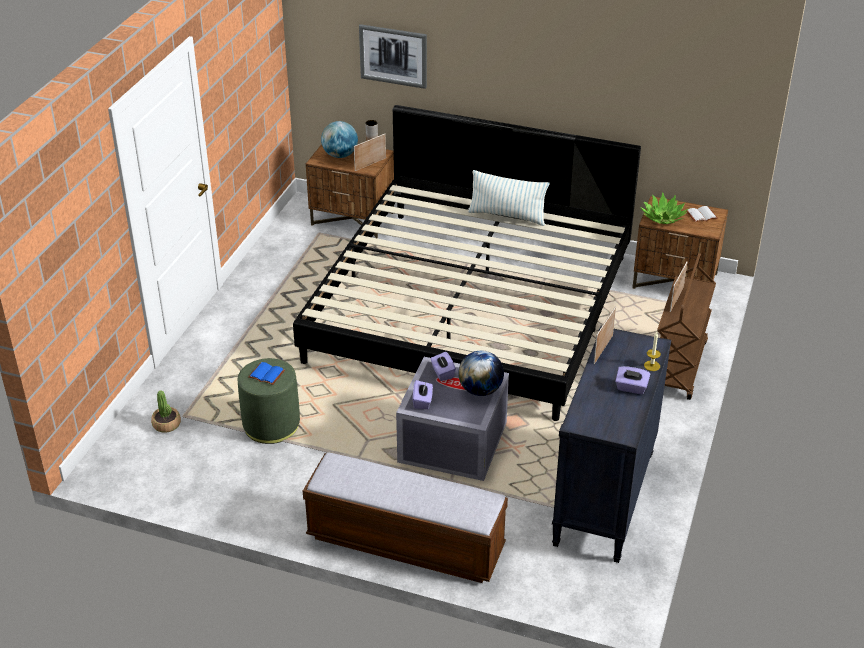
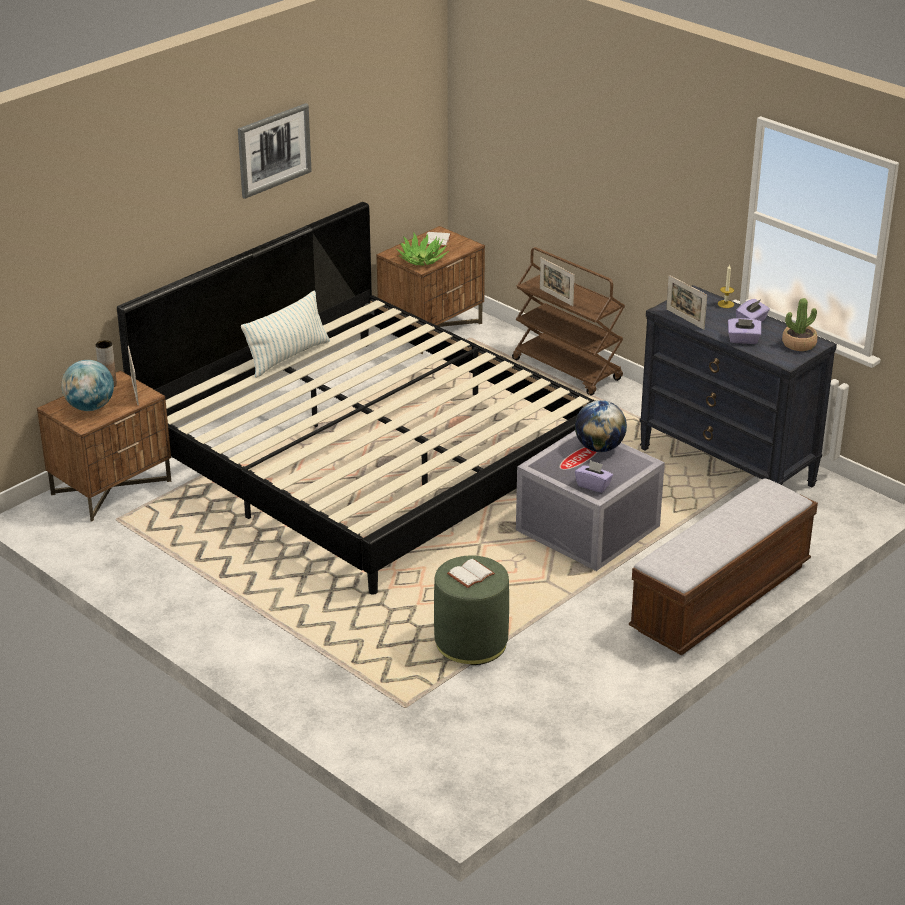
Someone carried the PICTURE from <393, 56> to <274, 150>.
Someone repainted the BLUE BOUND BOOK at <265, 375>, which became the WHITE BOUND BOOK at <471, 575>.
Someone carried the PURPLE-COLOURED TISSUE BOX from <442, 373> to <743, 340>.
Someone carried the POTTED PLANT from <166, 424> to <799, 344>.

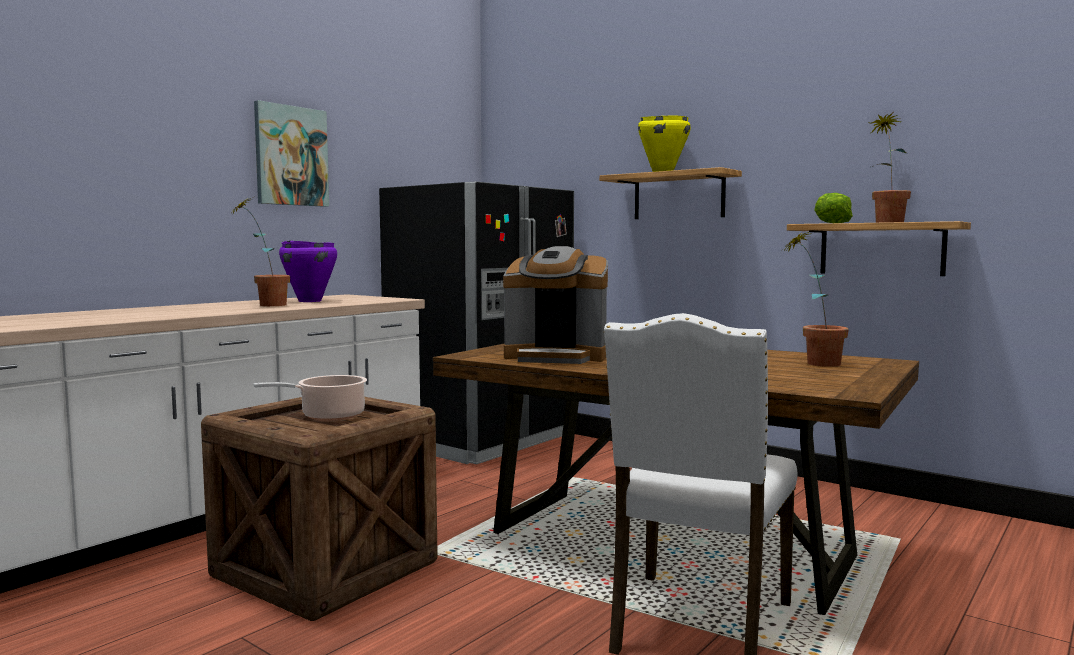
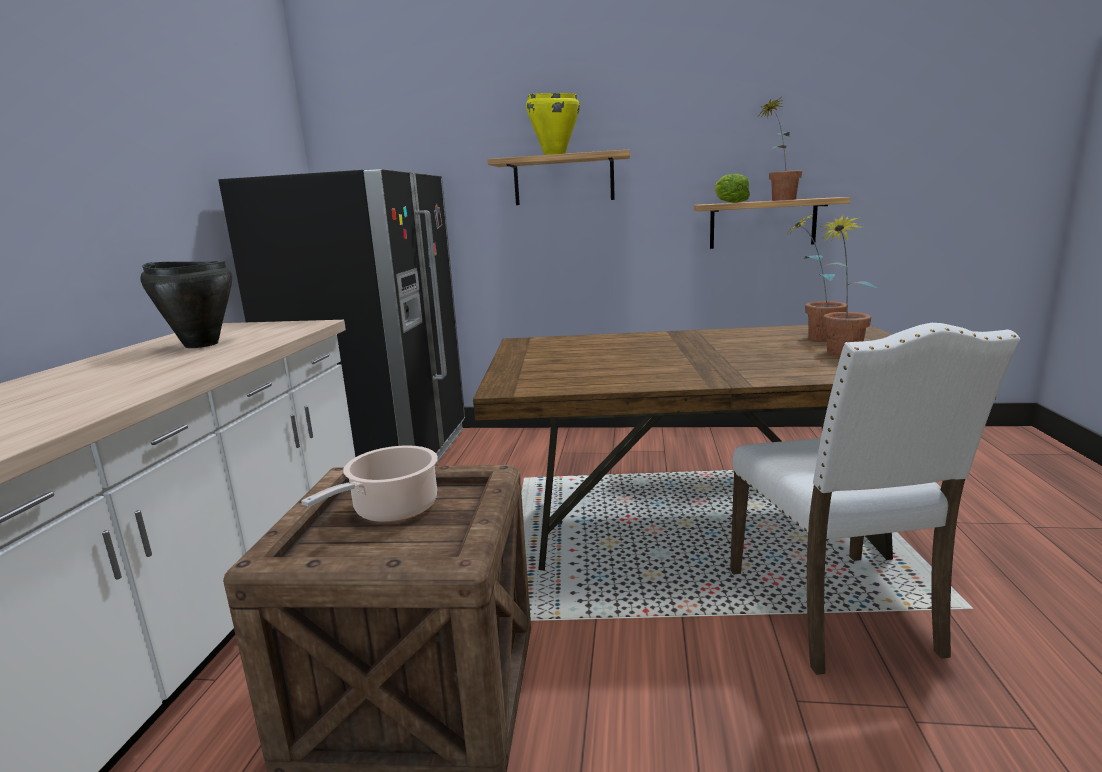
Someone repainted the PURPLE-COLOURED STOCKPOT at <310, 301>, which became the BLACKISH STOCKPOT at <201, 344>.
Someone carried the POTTED PLANT from <264, 305> to <839, 354>.
Someone took away the PICTURE at <291, 156>.
Someone took away the COFFEE MAKER at <557, 357>.

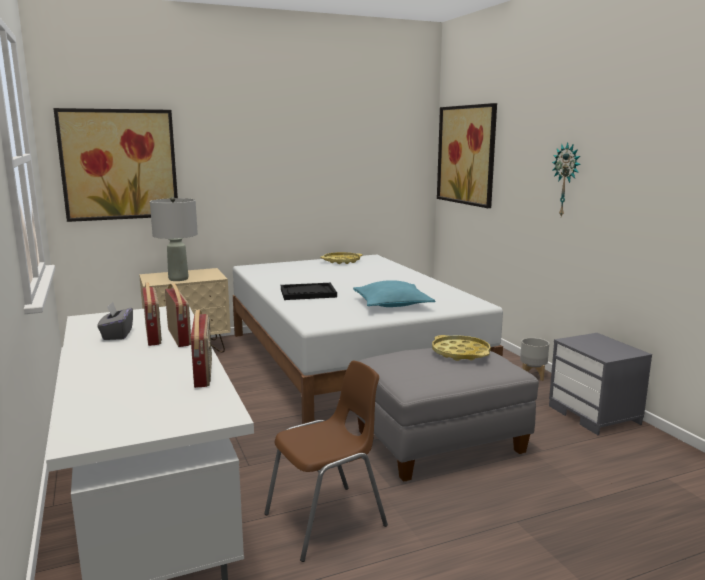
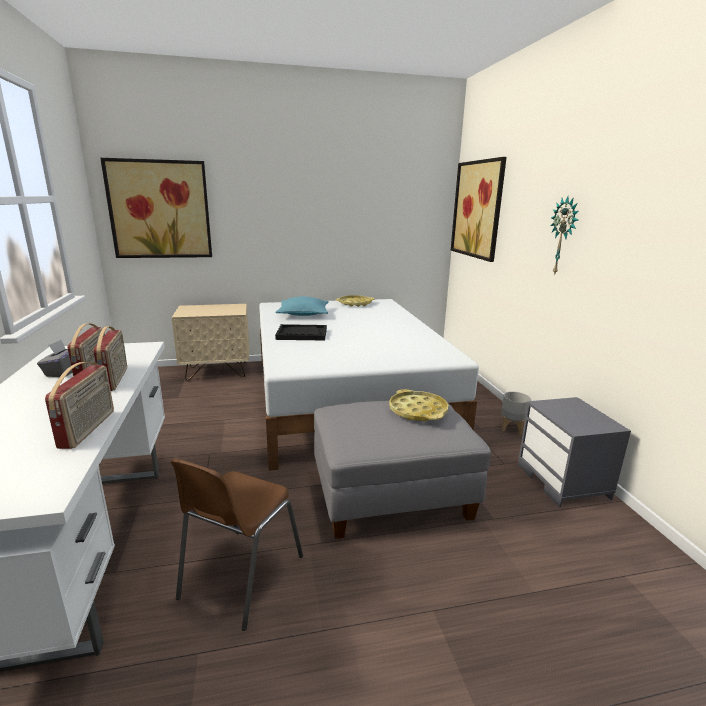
Someone rotated the BROWN-COLOURED PLAIN CHAIR at <327, 521> by 135 degrees clockwise.
Someone carried the TURQUOISE-COLOURED PILLOW from <392, 304> to <303, 314>.
Someone took away the GREY TABLETOP LAMP at <179, 279>.

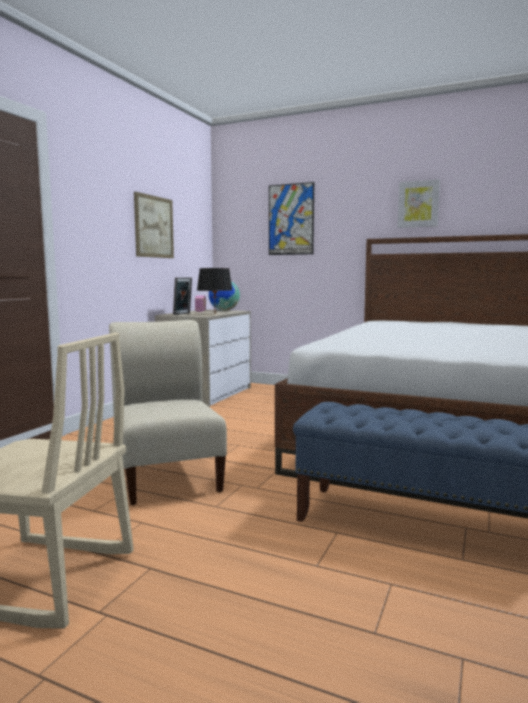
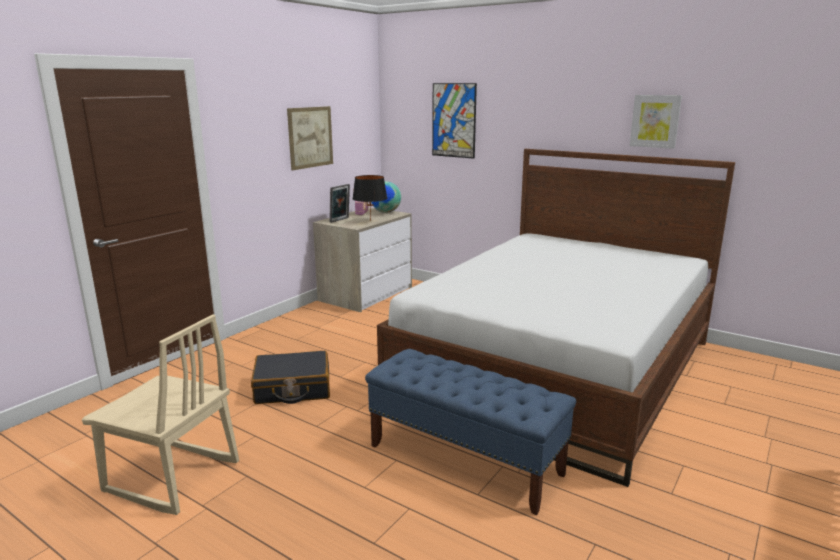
Someone swapped the SAND-COLOURED PLAIN CHAIR at <167, 473> for the BLACKISH TRAVEL CASE at <292, 388>.
Someone carried the PICTURE from <418, 204> to <655, 121>.

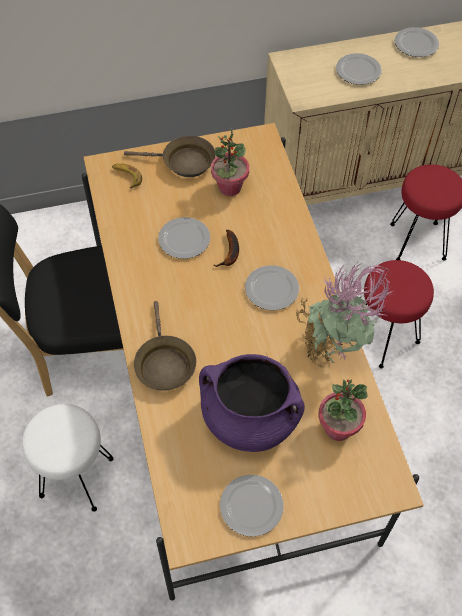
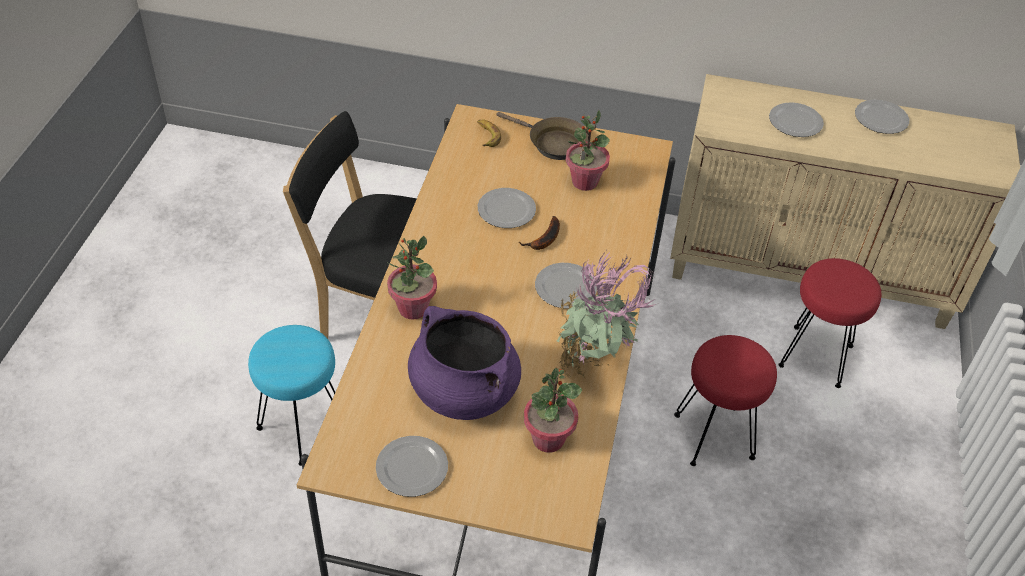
Someone repainted the WHITE STOOL SEAT at <76, 478>, which became the TURQUOISE-COLOURED STOOL SEAT at <302, 428>.
Someone swapped the BROWN-COLOURED SKILLET at <164, 363> for the POTTED PLANT at <412, 308>.

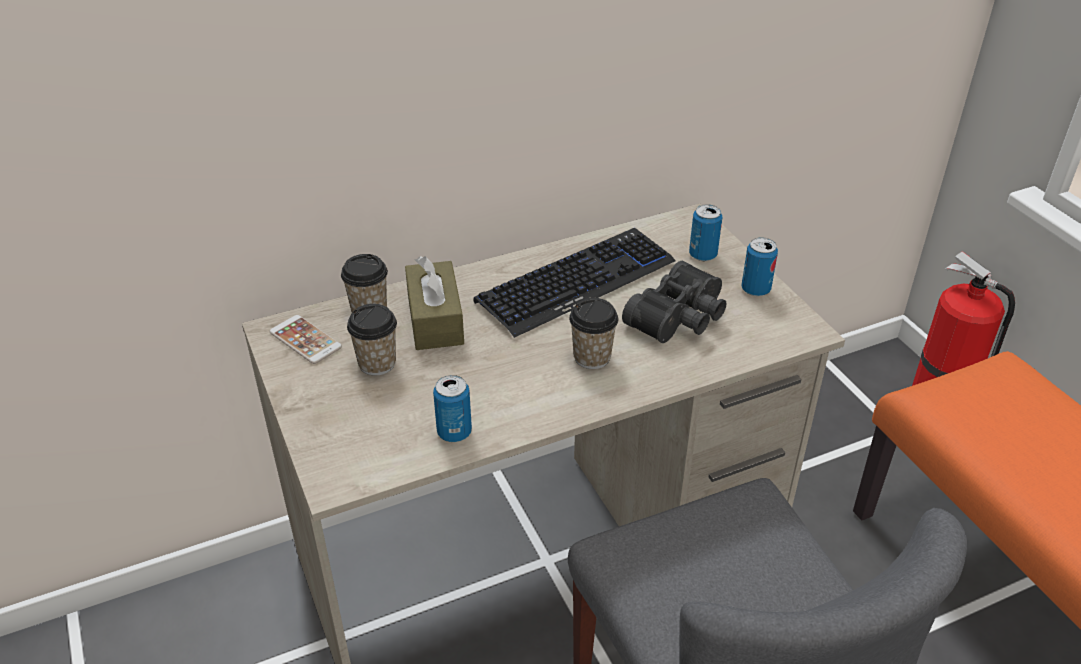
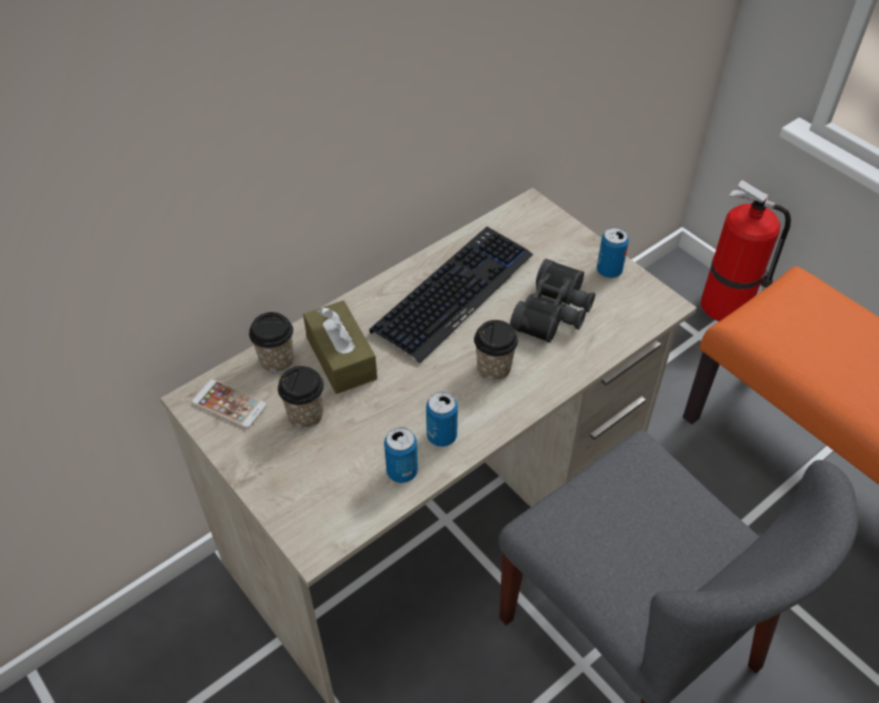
Someone carried the SEALED CAN from <702, 255> to <441, 436>.

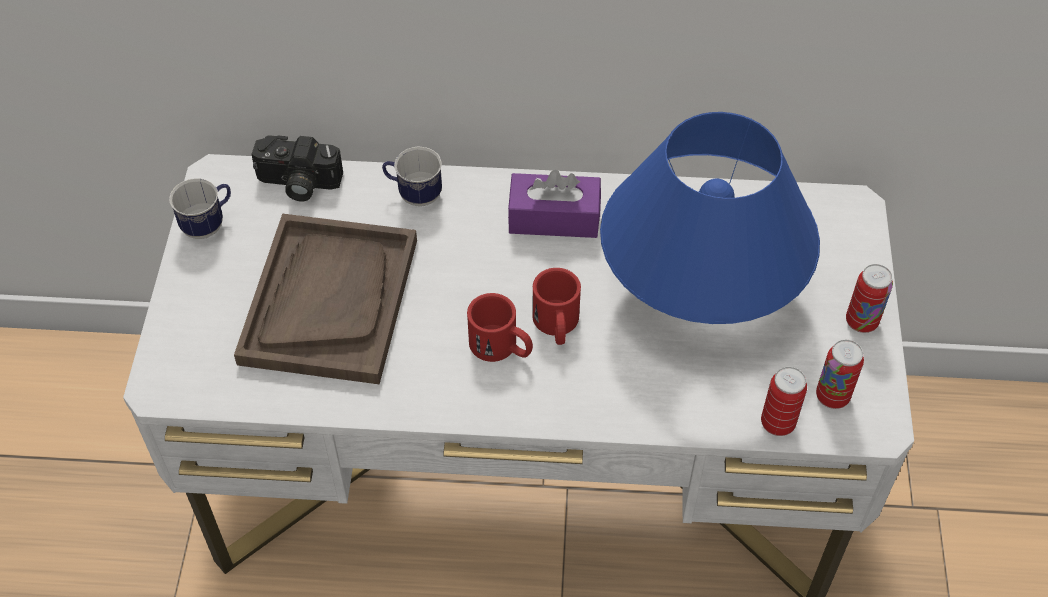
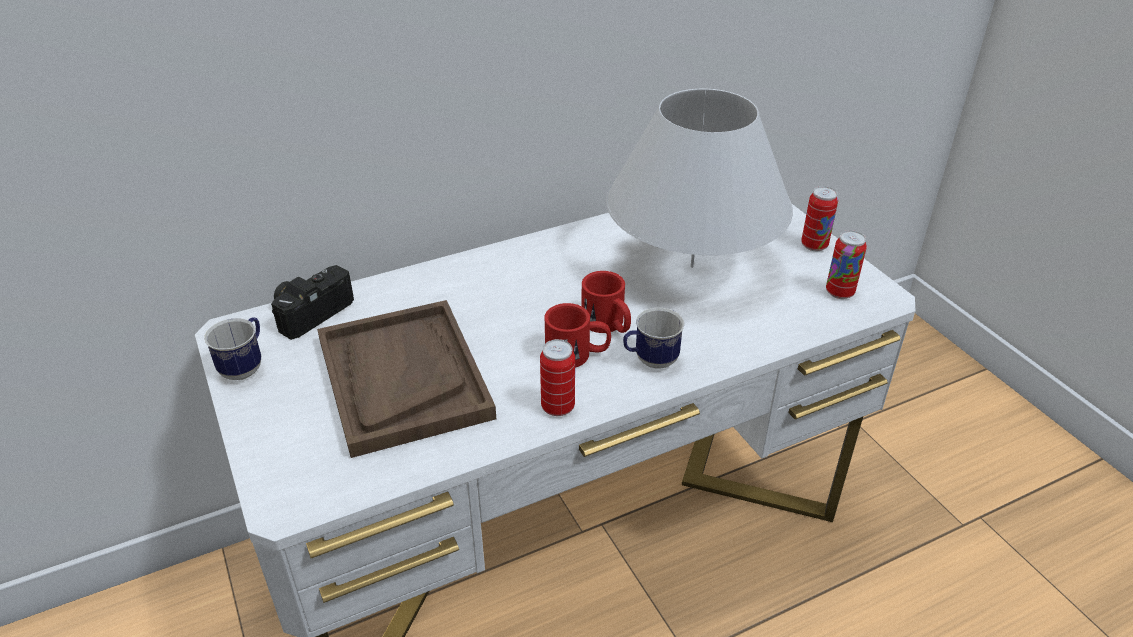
Someone rotated the PHOTO CAMERA at <297, 183> by 150 degrees clockwise.
Someone carried the SEALED CAN from <777, 423> to <558, 407>.
Someone repainted the BLUE TABLETOP LAMP at <701, 290>, which became the WHITE TABLETOP LAMP at <692, 266>.
Someone carried the TEA MUG from <414, 194> to <650, 361>.
Someone took away the PURPLE-COLOURED TISSUE BOX at <554, 218>.

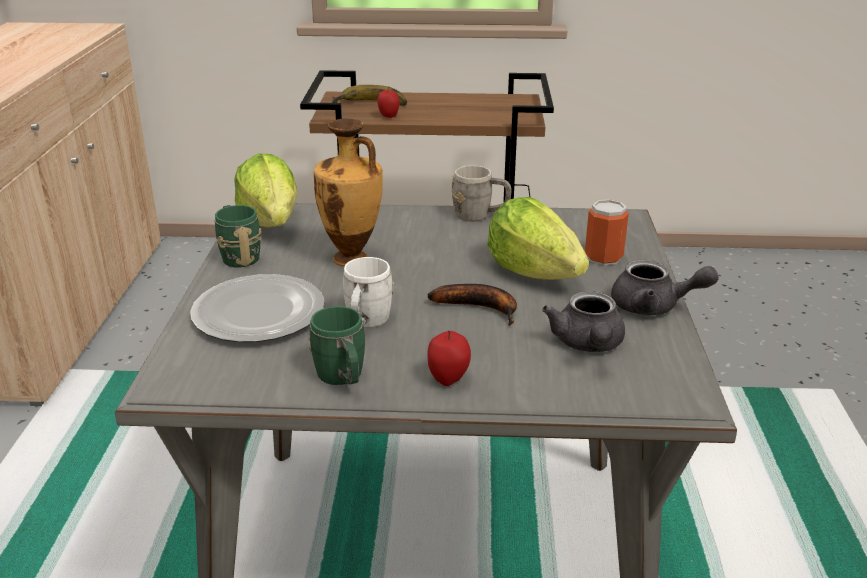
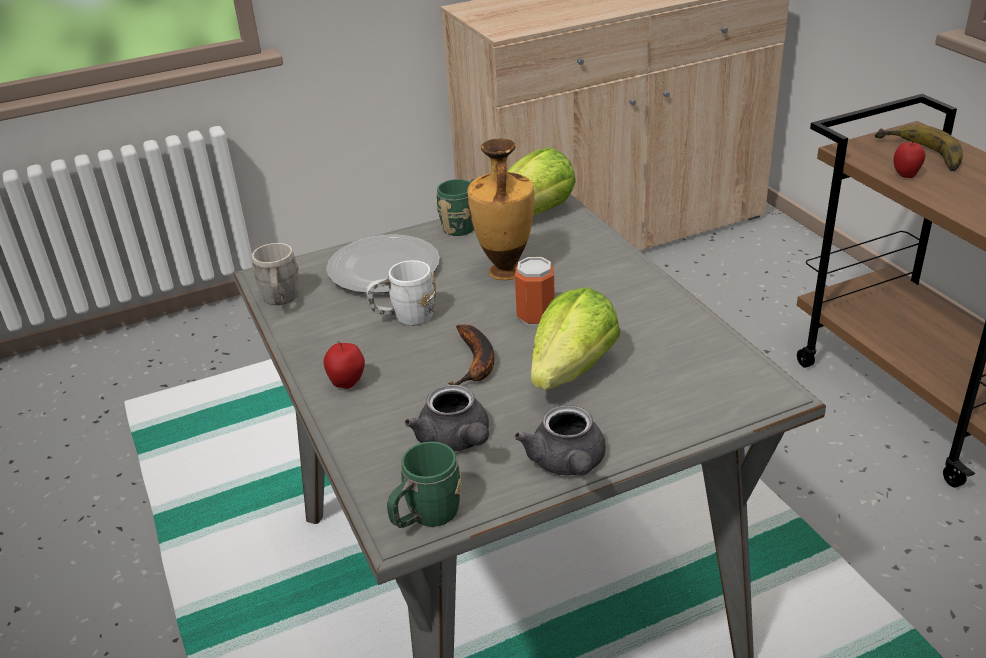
Someone carried the GREY TEA MUG from <480, 216> to <281, 301>.
Someone carried the GREENISH TEA MUG from <343, 379> to <426, 517>.
Someone rotated the GREY TEAPOT at <588, 345> by 90 degrees counterclockwise.
Someone carried the SEALED CAN from <603, 257> to <536, 316>.

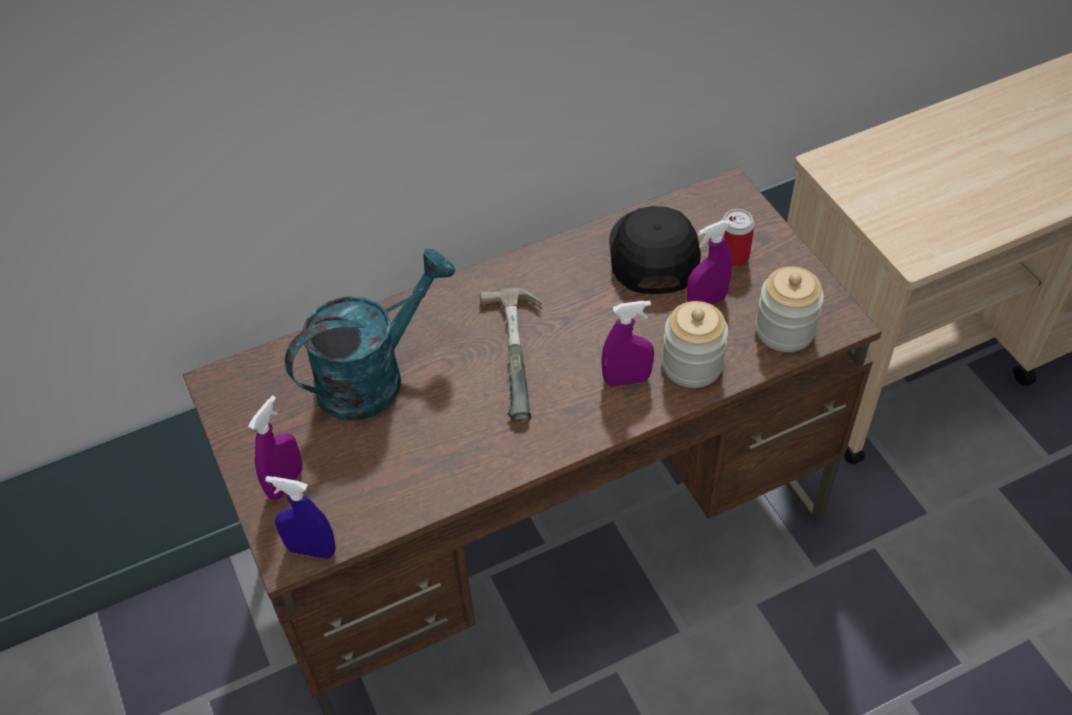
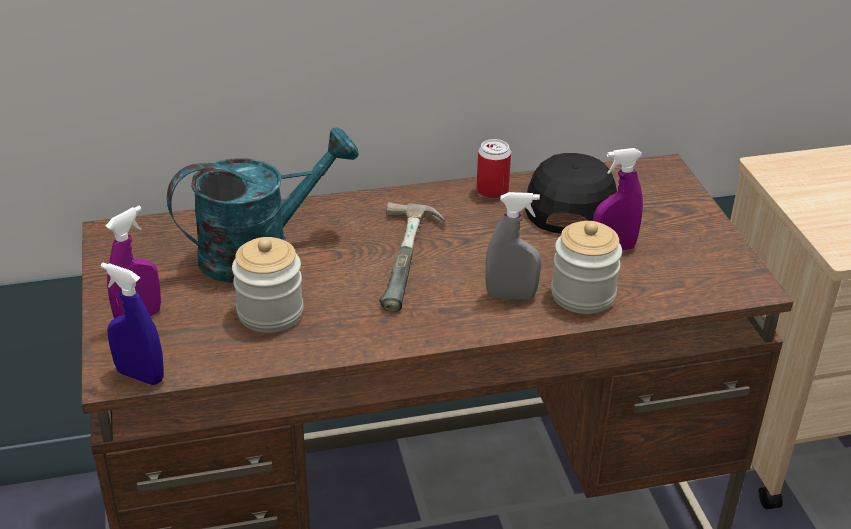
Someone carried the PRESERVE JAR from <785, 330> to <270, 313>.
Someone carried the SEALED CAN from <733, 255> to <492, 191>.
Someone repainted the PURPLE-COLOURED SPRAYER at <626, 380>, which became the GREY SPRAYER at <511, 296>.

